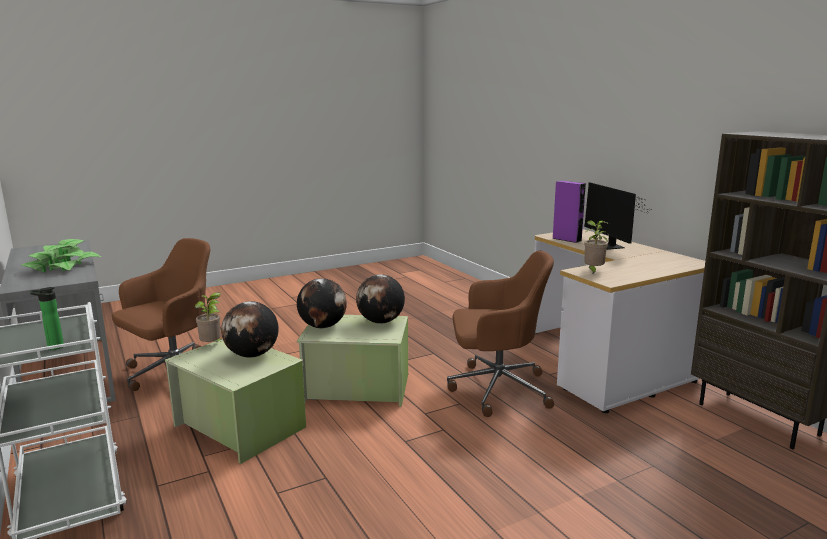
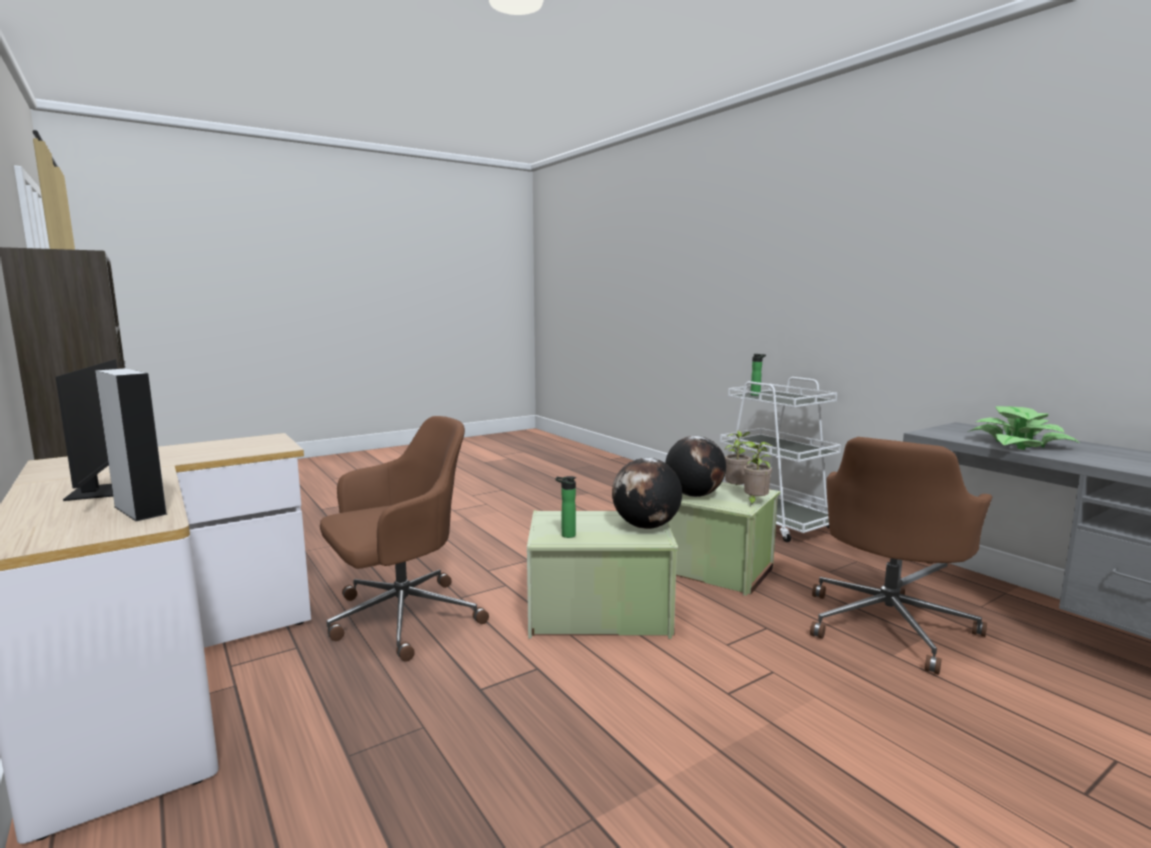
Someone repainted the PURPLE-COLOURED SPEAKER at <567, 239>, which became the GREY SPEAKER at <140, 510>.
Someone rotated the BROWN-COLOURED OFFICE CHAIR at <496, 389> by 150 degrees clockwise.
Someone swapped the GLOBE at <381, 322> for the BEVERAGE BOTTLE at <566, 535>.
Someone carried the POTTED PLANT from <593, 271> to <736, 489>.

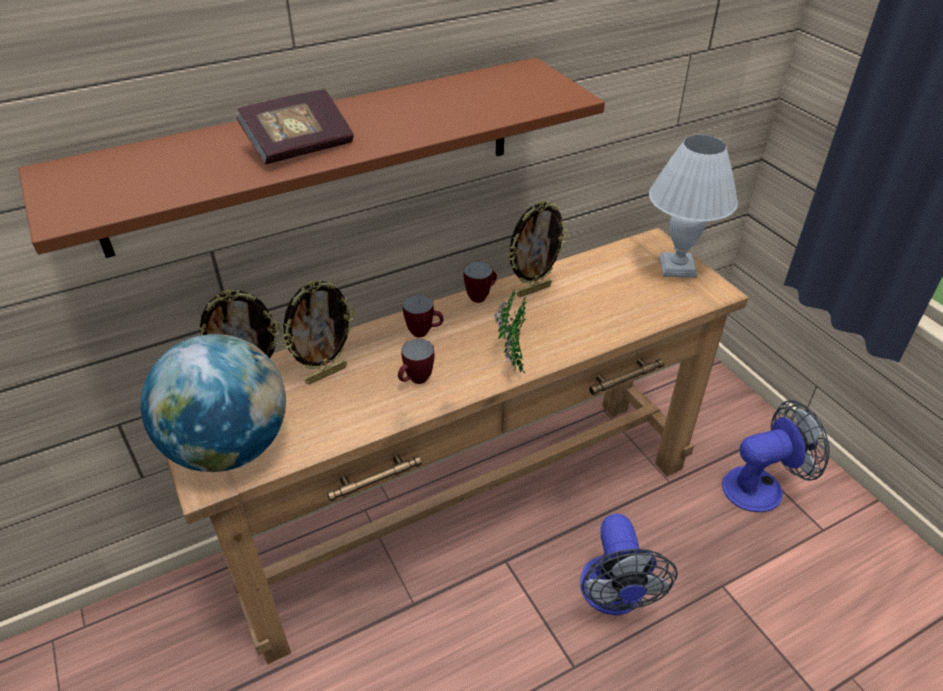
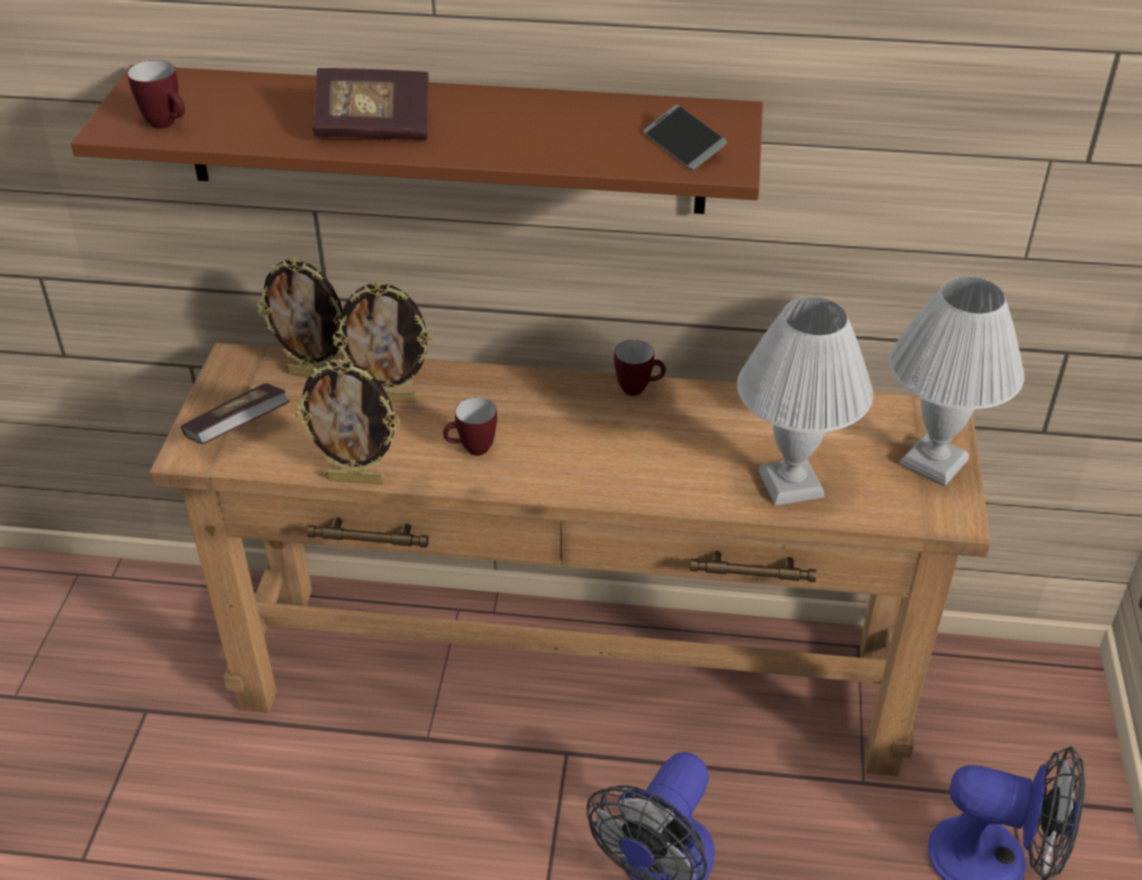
Someone carried the TEA MUG from <424, 332> to <167, 124>.
Someone swapped the GLOBE at <230, 448> for the BOUND BOOK at <238, 430>.
Someone carried the PICTURE FRAME from <533, 290> to <357, 479>.
Someone put down the PHONE at <683, 146>.
Someone put down the WHITE TABLETOP LAMP at <792, 485>.
Someone took away the POTTED PLANT at <511, 360>.

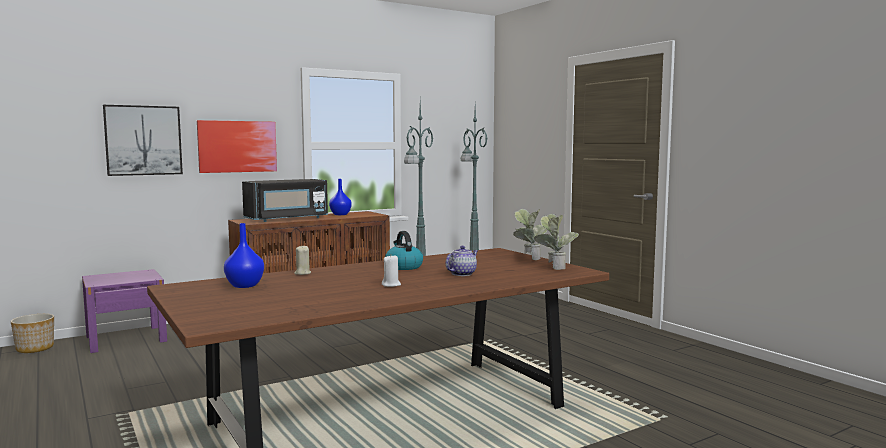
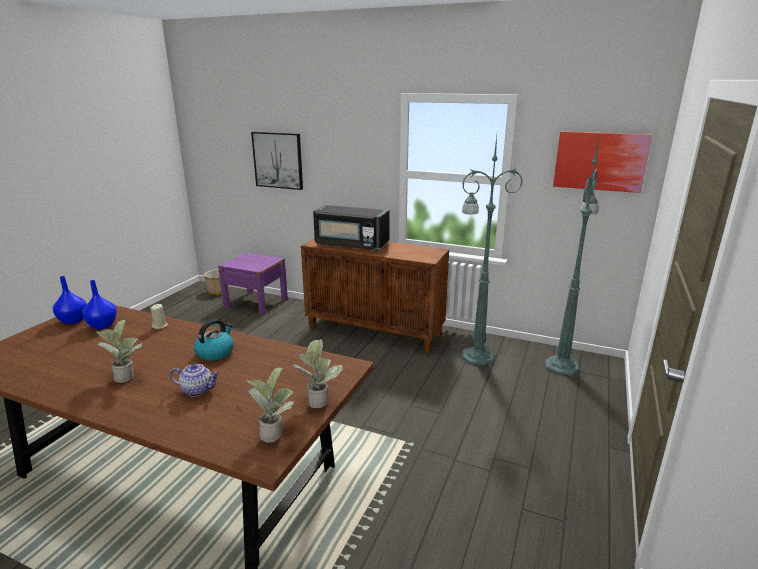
Someone carried the BLUE DECORATIVE VASE from <340, 214> to <74, 320>.
Someone swapped the WHITE WAX CANDLE at <391, 285> for the POTTED PLANT at <127, 375>.
Someone carried the PICTURE from <237, 146> to <600, 161>.

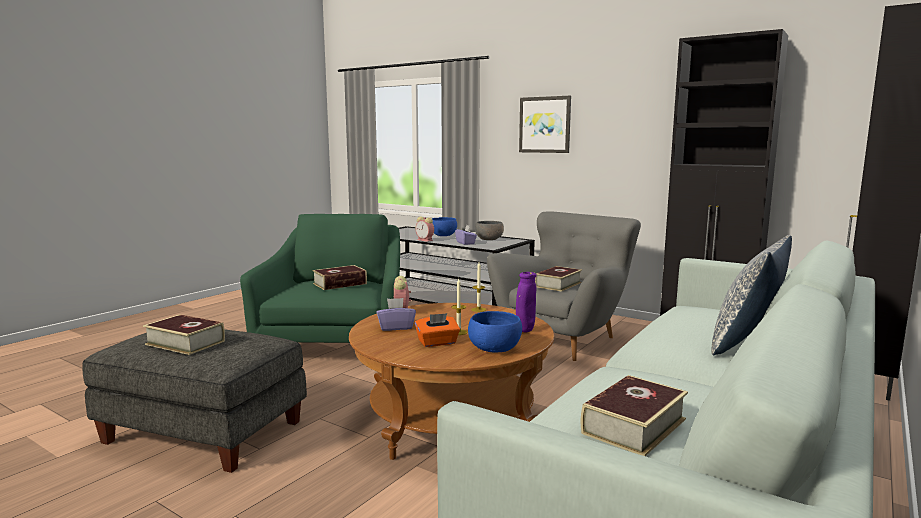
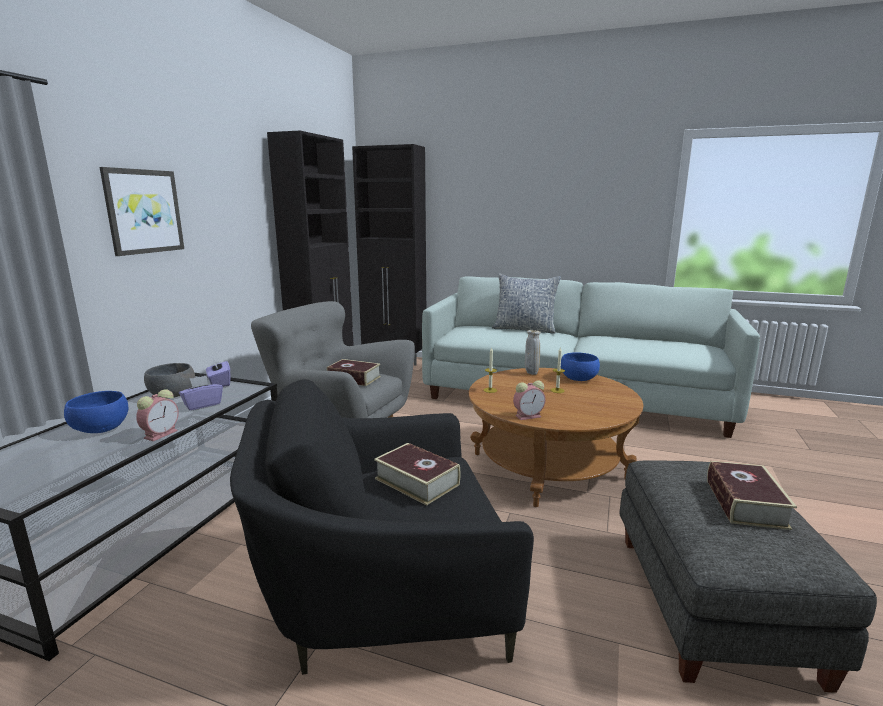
Someone carried the PURPLE-COLOURED TISSUE BOX from <396, 327> to <219, 383>.
Someone repainted the GREENISH EASY CHAIR at <337, 343>, which became the BLACKISH EASY CHAIR at <383, 595>.
Someone repainted the PURPLE-COLOURED DECORATIVE VASE at <525, 331>, which became the SAND-COLOURED DECORATIVE VASE at <531, 374>.
Someone took away the ORANGE TISSUE BOX at <437, 343>.
Someone took away the BOUND BOOK at <634, 426>.

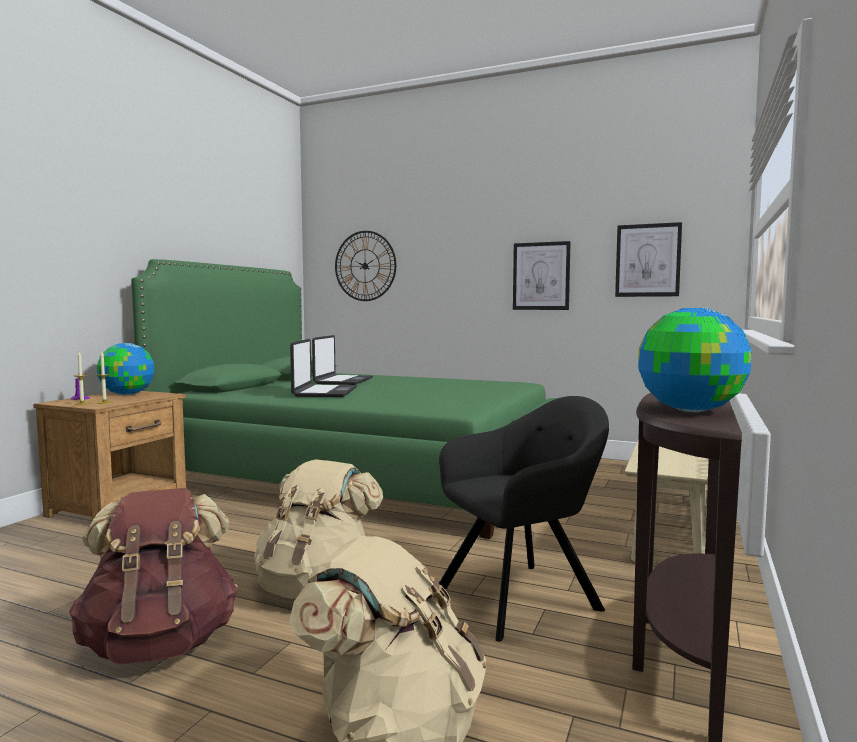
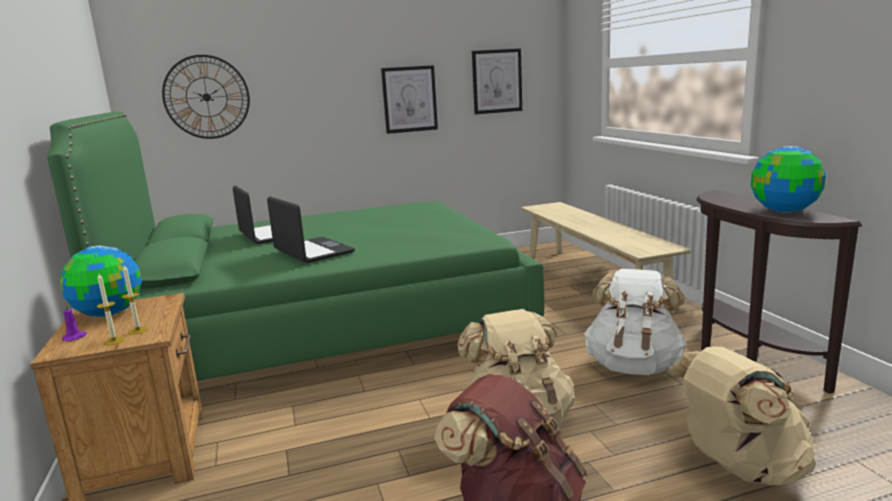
Someone swapped the BLACKISH EASY CHAIR at <523, 596> for the WHITE RUCKSACK at <633, 365>.

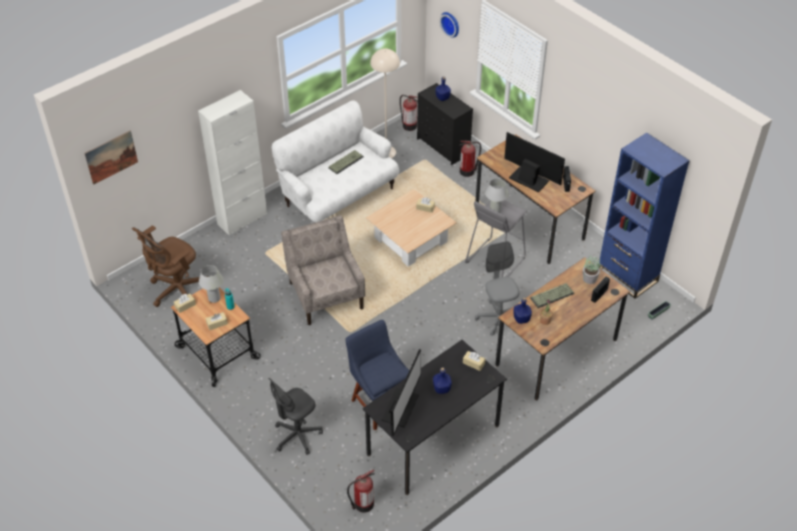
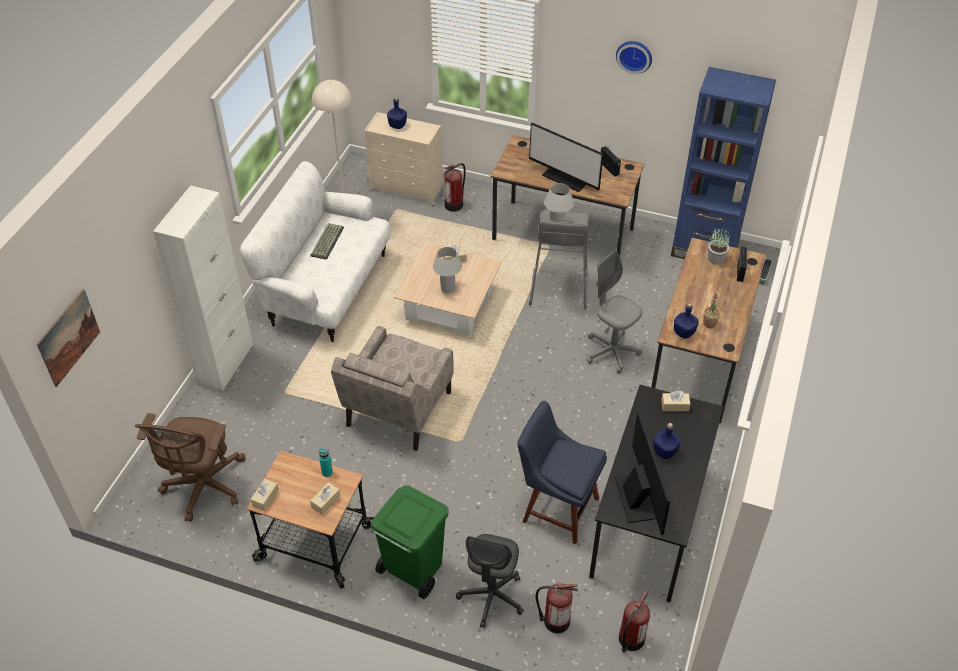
Someone rotated the SAND-COLOURED EASY CHAIR at <326, 294> by 105 degrees counterclockwise.
Someone repainted the BLACKISH DRAWER CHEST at <443, 147>, which became the SAND-COLOURED DRAWER CHEST at <407, 188>.
Someone put down the GREENISH RUBBISH BIN at <412, 570>.
Someone carried the WHITE TABLETOP LAMP from <214, 298> to <448, 289>.
Someone rotated the COMPUTER DISPLAY at <529, 179> by 150 degrees counterclockwise.
Someone carried the FIRE-FIGHTING CYLINDER from <409, 125> to <555, 621>.
Someone carried the CLOCK ON THE WALL from <451, 23> to <634, 55>.
Someone took away the KEYBOARD at <552, 296>.

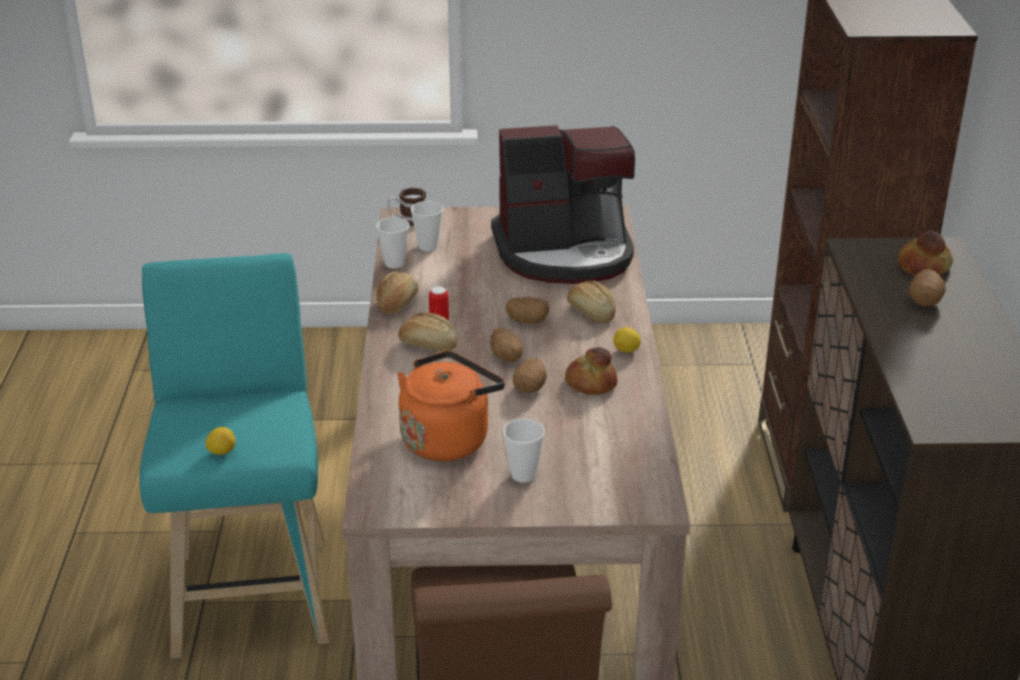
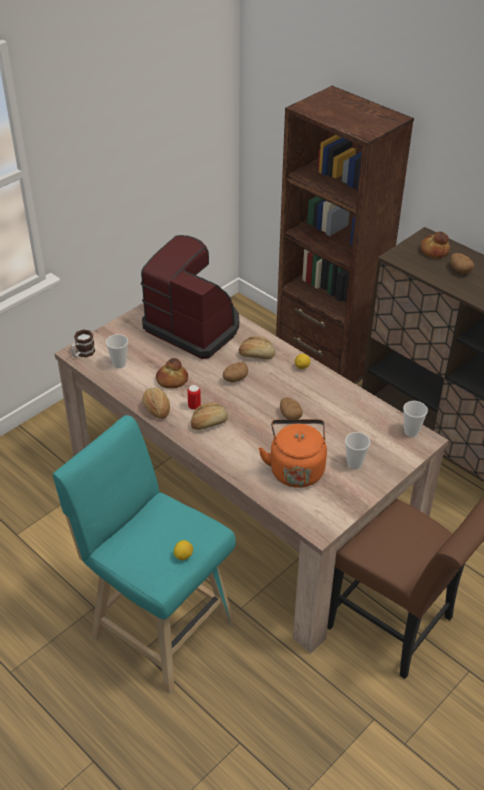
Someone rotated the COFFEE MAKER at <565, 252> by 90 degrees counterclockwise.
Someone carried the BAKED BREAD from <590, 383> to <172, 380>.
Someone carried the DRINKING CUP from <394, 263> to <411, 432>.
Someone took away the POTATO at <506, 357>.

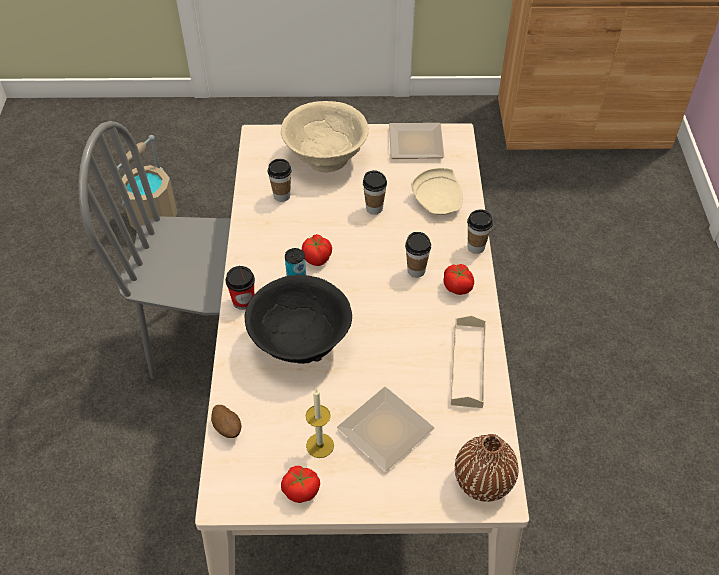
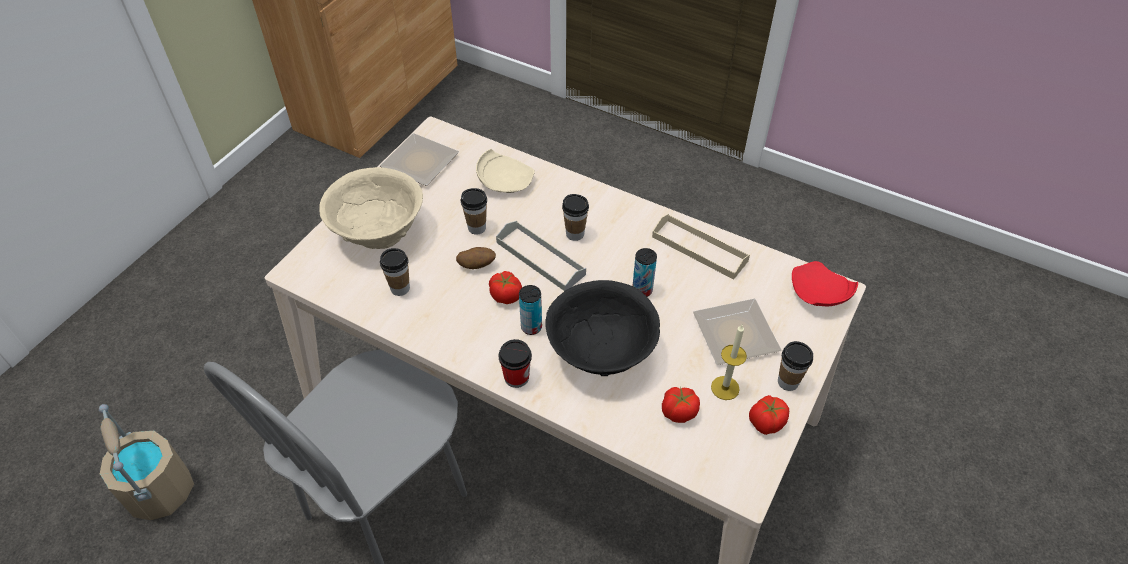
Someone carried the POTATO from <228, 428> to <477, 265>.
Someone put down the GREY CARRYING TRAY at <540, 258>.
Someone put down the SEALED CAN at <642, 290>.
Someone carried the FRESH TOMATO from <457, 287> to <678, 412>.
Someone carried the DRINKING CUP from <476, 247> to <788, 382>.
Someone swapped the BROWN-COLOURED DECORATIVE VASE at <483, 482> for the REDDISH DINNER PLATE at <818, 295>.

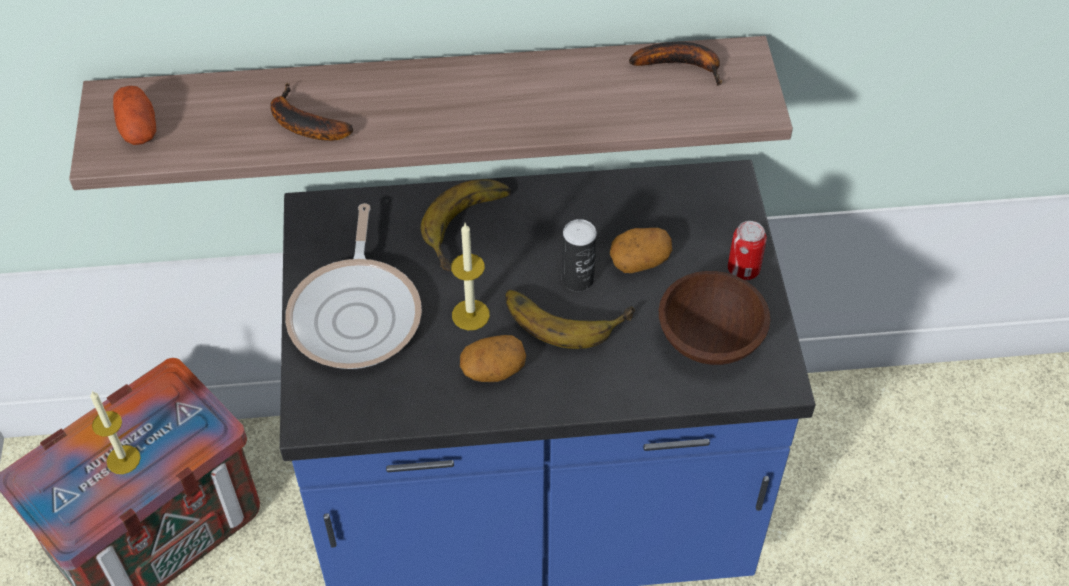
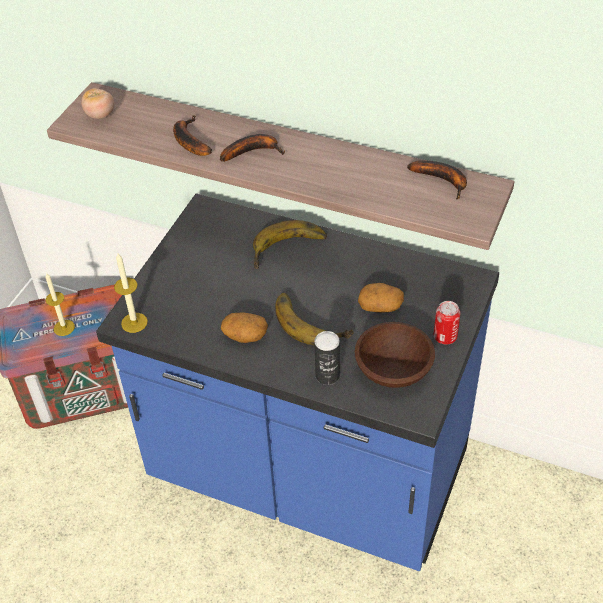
Someone swapped the POTATO at <138, 128> for the FRESH TOMATO at <100, 115>.
Someone carried the WAX CANDLE from <470, 315> to <134, 322>.
Someone put down the BANANA FRUIT at <253, 151>.
Someone carried the SEALED CAN from <577, 279> to <327, 375>.
Someone took away the SKILLET at <357, 313>.

